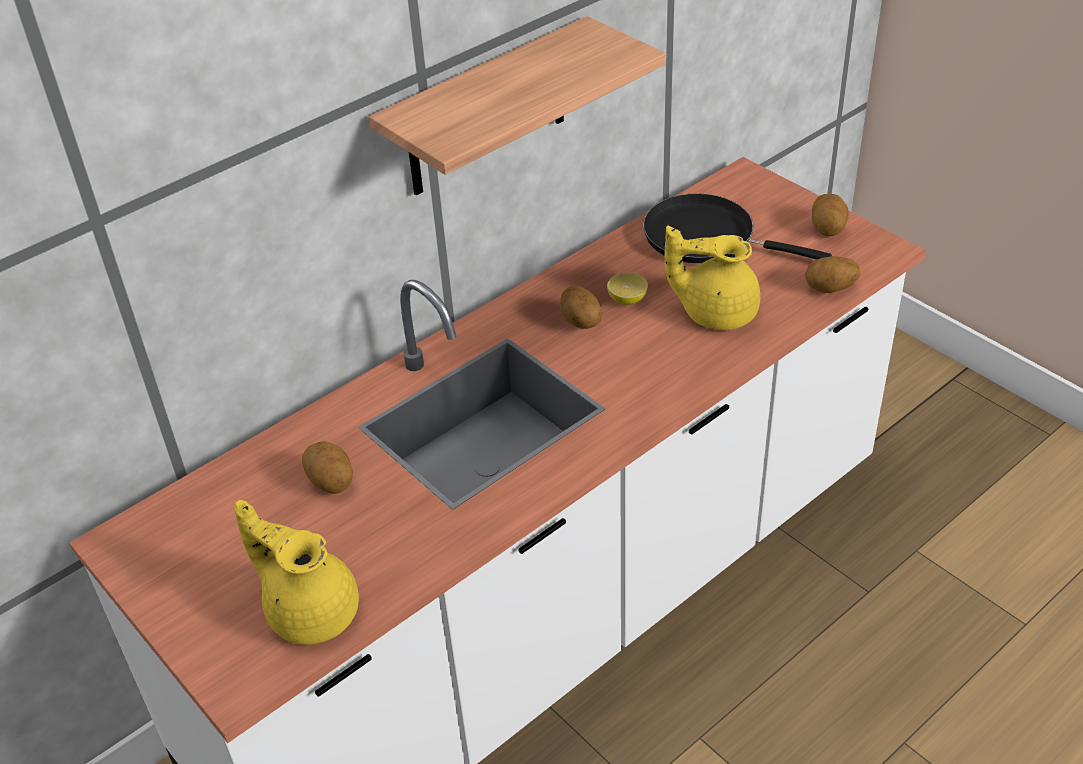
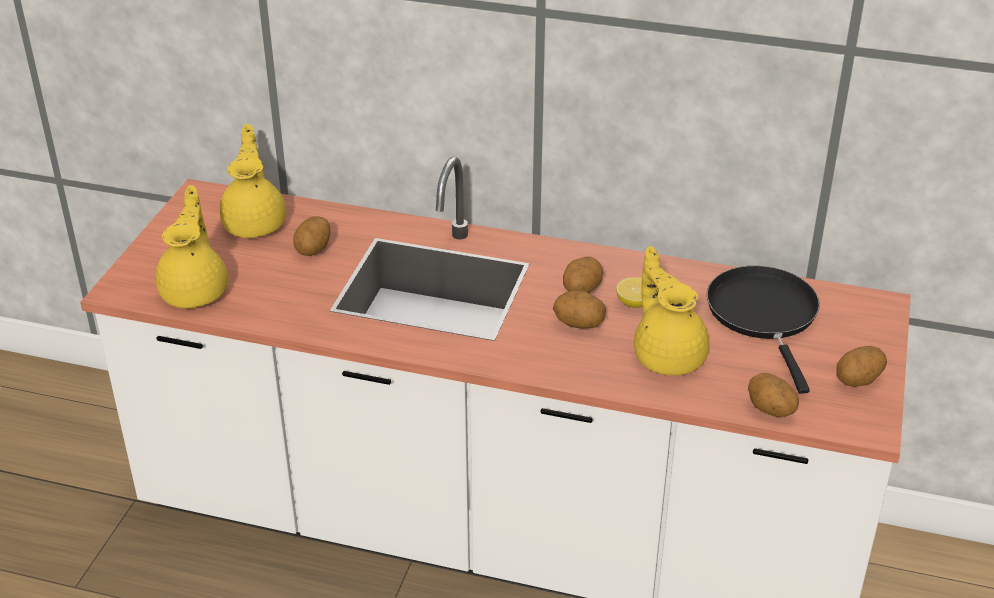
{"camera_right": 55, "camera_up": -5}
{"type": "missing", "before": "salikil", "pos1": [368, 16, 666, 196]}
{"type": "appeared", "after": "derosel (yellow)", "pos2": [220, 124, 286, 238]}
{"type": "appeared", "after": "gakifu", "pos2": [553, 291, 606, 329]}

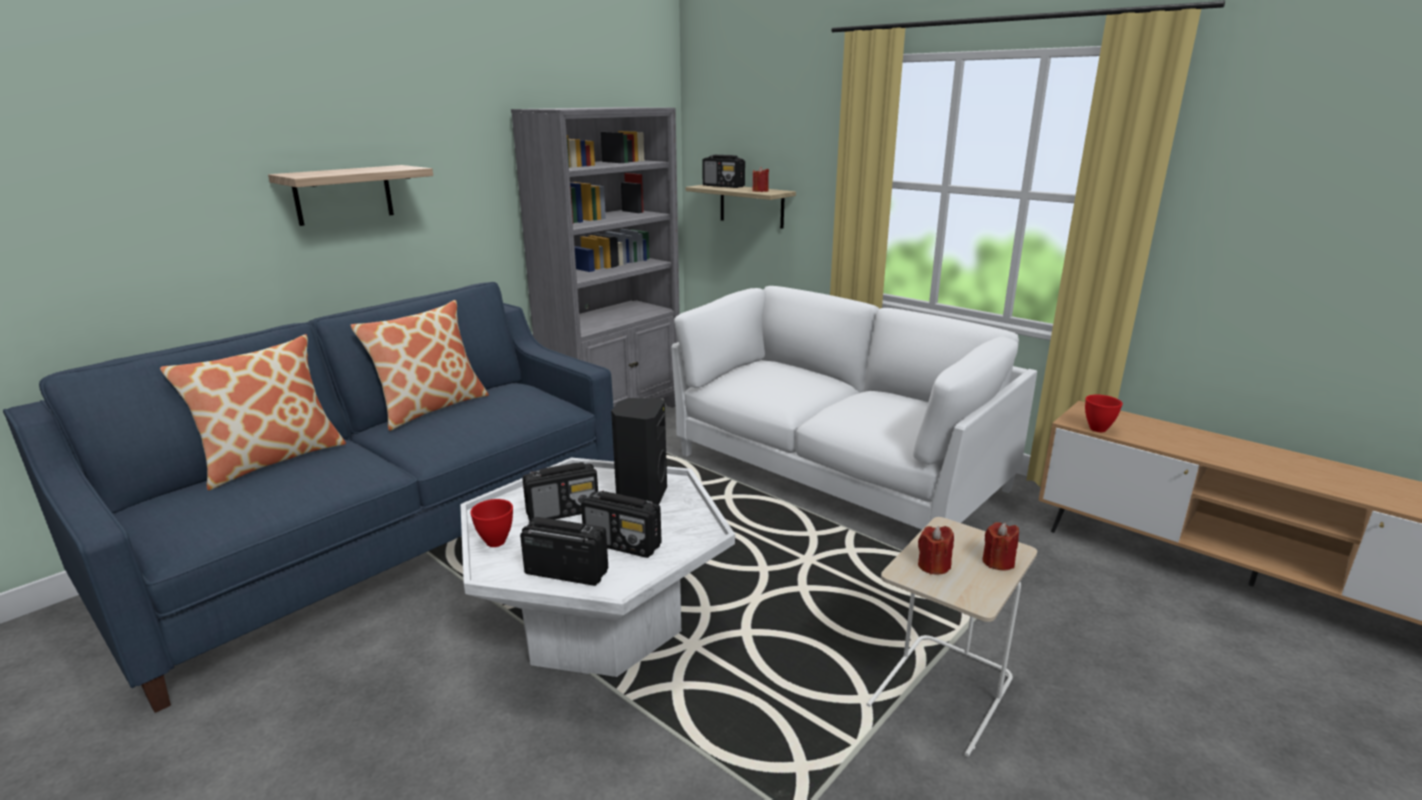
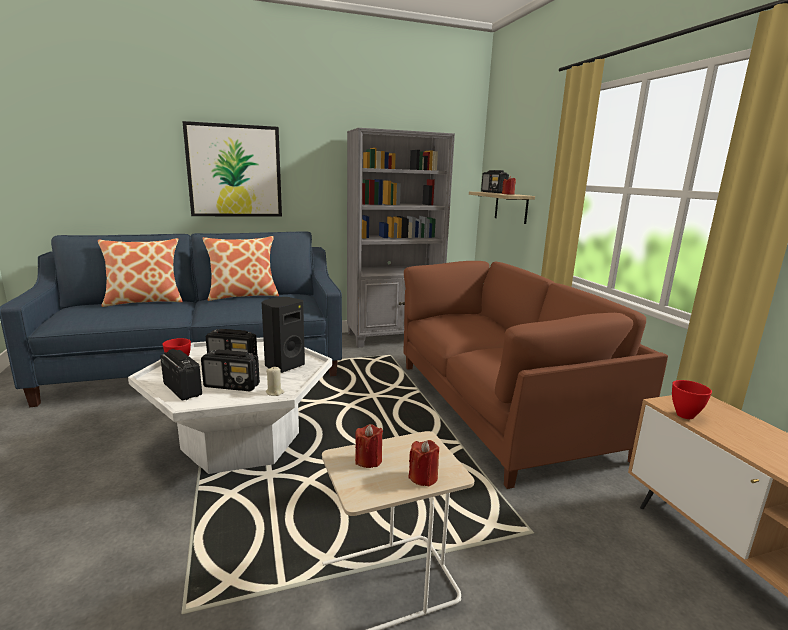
{"camera_right": 30, "camera_up": -5}
{"type": "exchanged", "before": "salikil", "after": "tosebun", "pos1": [268, 165, 433, 226], "pos2": [182, 121, 282, 217]}
{"type": "spun", "before": "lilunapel", "pos1": [581, 491, 662, 558], "pos2": [201, 350, 260, 391], "turn": -45}
{"type": "colour", "before": "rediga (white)", "after": "rediga (brown)", "pos1": [671, 286, 1037, 530], "pos2": [403, 261, 668, 489]}
{"type": "appeared", "after": "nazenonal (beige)", "pos2": [266, 366, 284, 396]}

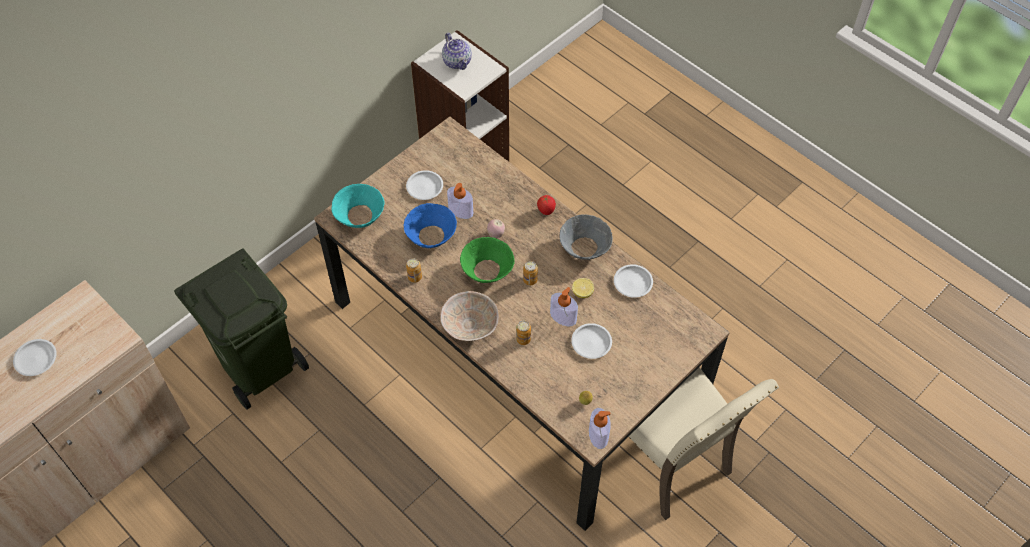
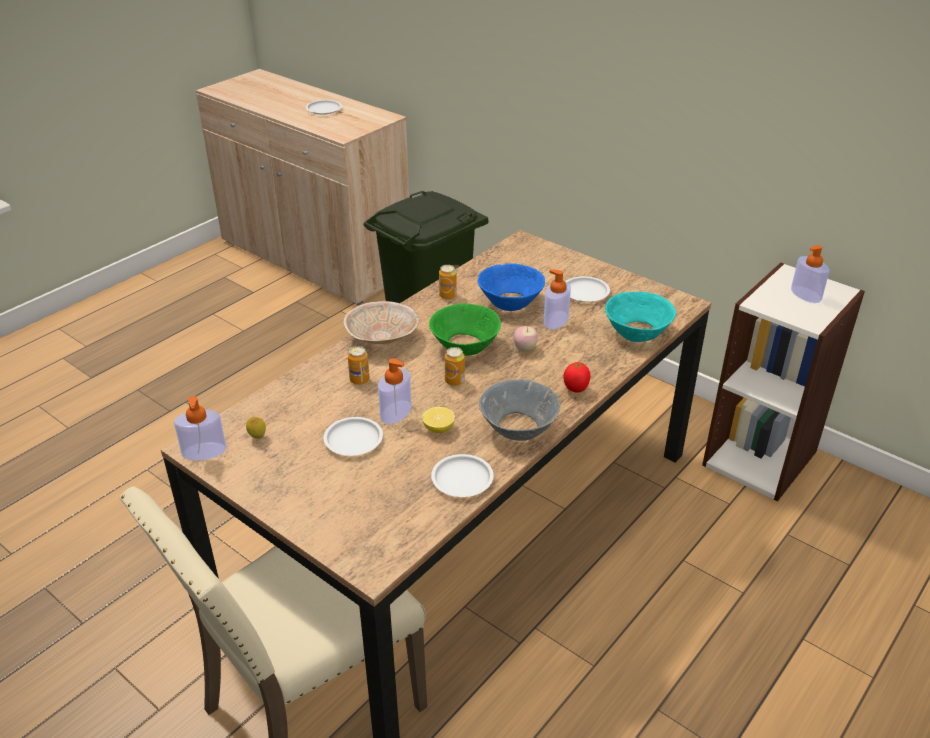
{"camera_right": 85, "camera_up": -20}
{"type": "relocated", "before": "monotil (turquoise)", "pos1": [331, 184, 385, 228], "pos2": [605, 292, 676, 342]}
{"type": "exchanged", "before": "derosel", "after": "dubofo", "pos1": [442, 33, 472, 70], "pos2": [791, 245, 829, 303]}

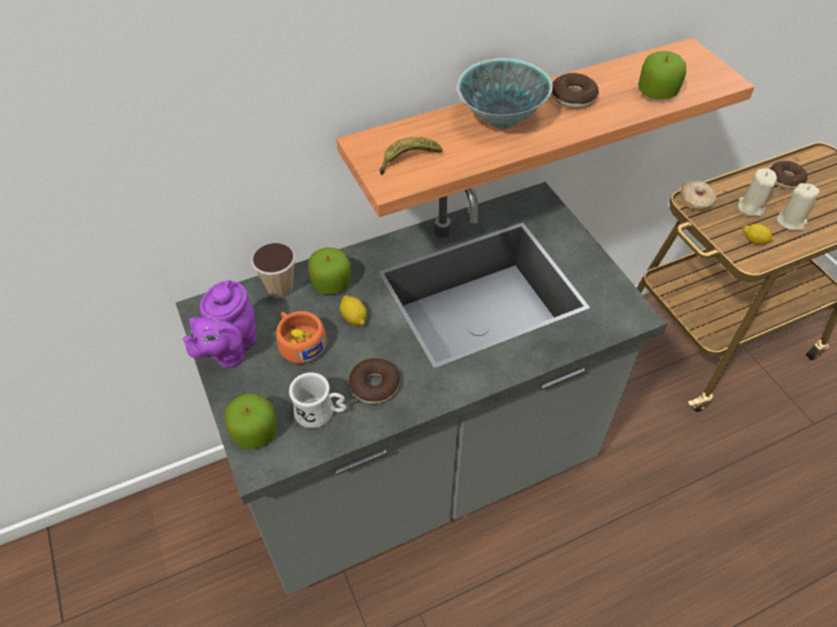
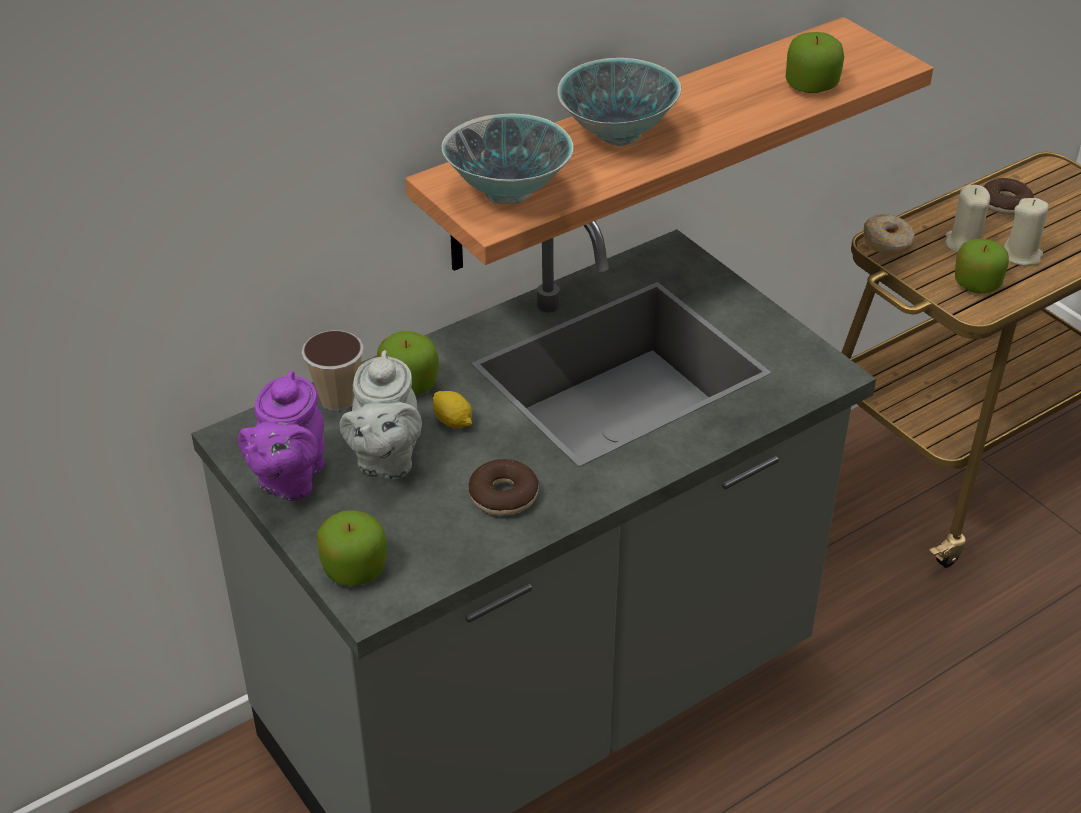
{"camera_right": -10, "camera_up": -10}
{"type": "exchanged", "before": "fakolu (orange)", "after": "derosel (grey)", "pos1": [276, 311, 327, 364], "pos2": [340, 350, 422, 480]}
{"type": "missing", "before": "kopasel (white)", "pos1": [289, 373, 347, 428]}
{"type": "exchanged", "before": "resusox", "after": "monotil", "pos1": [380, 137, 442, 175], "pos2": [441, 113, 573, 205]}
{"type": "missing", "before": "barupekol", "pos1": [551, 73, 599, 109]}
{"type": "exchanged", "before": "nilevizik", "after": "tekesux", "pos1": [742, 224, 775, 245], "pos2": [955, 239, 1009, 293]}

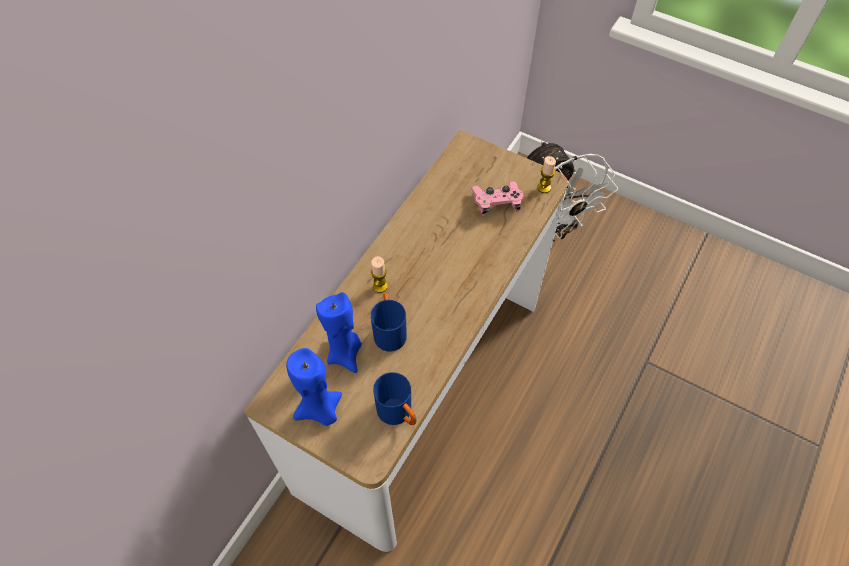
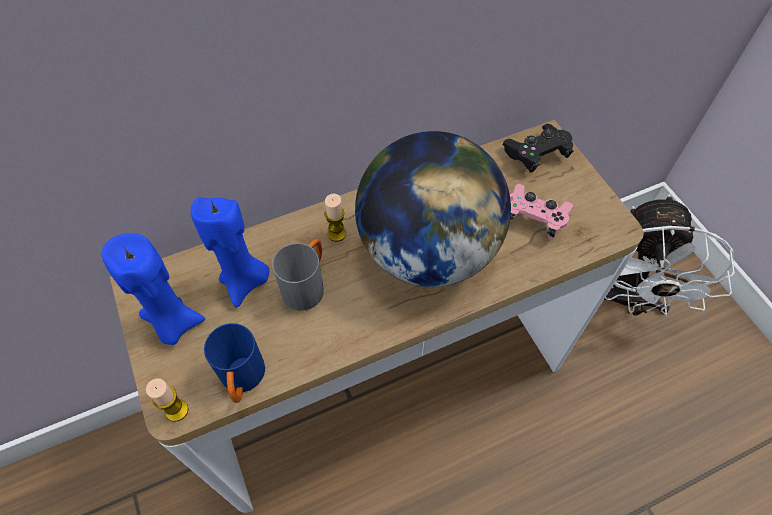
{"camera_right": 35, "camera_up": 0}
{"type": "colour", "before": "kopasel (blue)", "after": "kopasel (grey)", "pos1": [371, 293, 407, 351], "pos2": [272, 239, 324, 310]}
{"type": "relocated", "before": "nazenonal", "pos1": [537, 156, 556, 193], "pos2": [146, 378, 189, 422]}
{"type": "appeared", "after": "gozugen", "pos2": [355, 131, 511, 287]}
{"type": "appeared", "after": "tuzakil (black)", "pos2": [502, 124, 574, 172]}

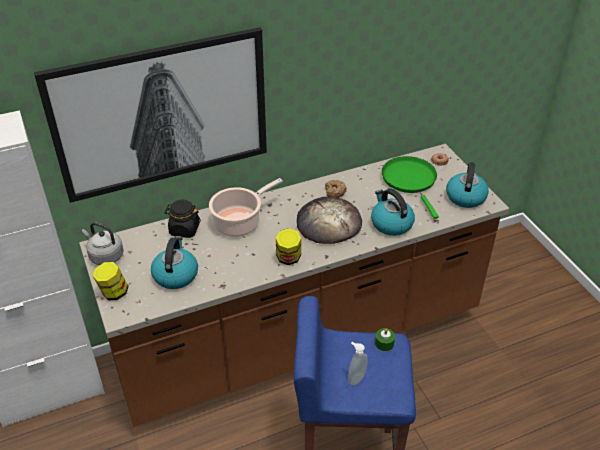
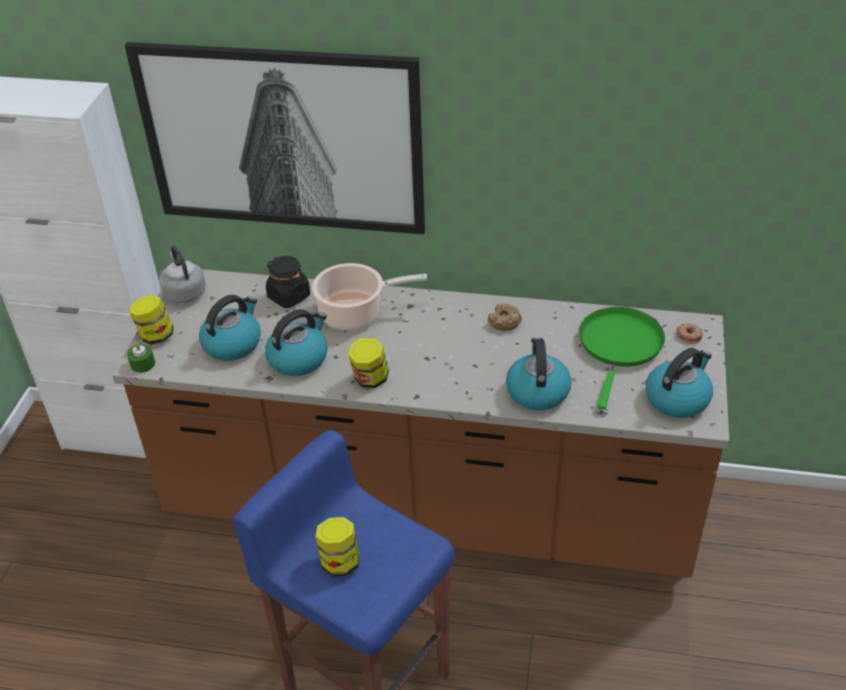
{"camera_right": 35, "camera_up": 0}
{"type": "missing", "before": "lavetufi", "pos1": [297, 196, 362, 244]}
{"type": "exchanged", "before": "dubofo", "after": "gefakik", "pos1": [348, 342, 368, 385], "pos2": [316, 517, 359, 576]}
{"type": "relocated", "before": "nazenonal (green)", "pos1": [375, 328, 395, 351], "pos2": [127, 342, 155, 373]}
{"type": "appeared", "after": "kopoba", "pos2": [265, 309, 328, 376]}

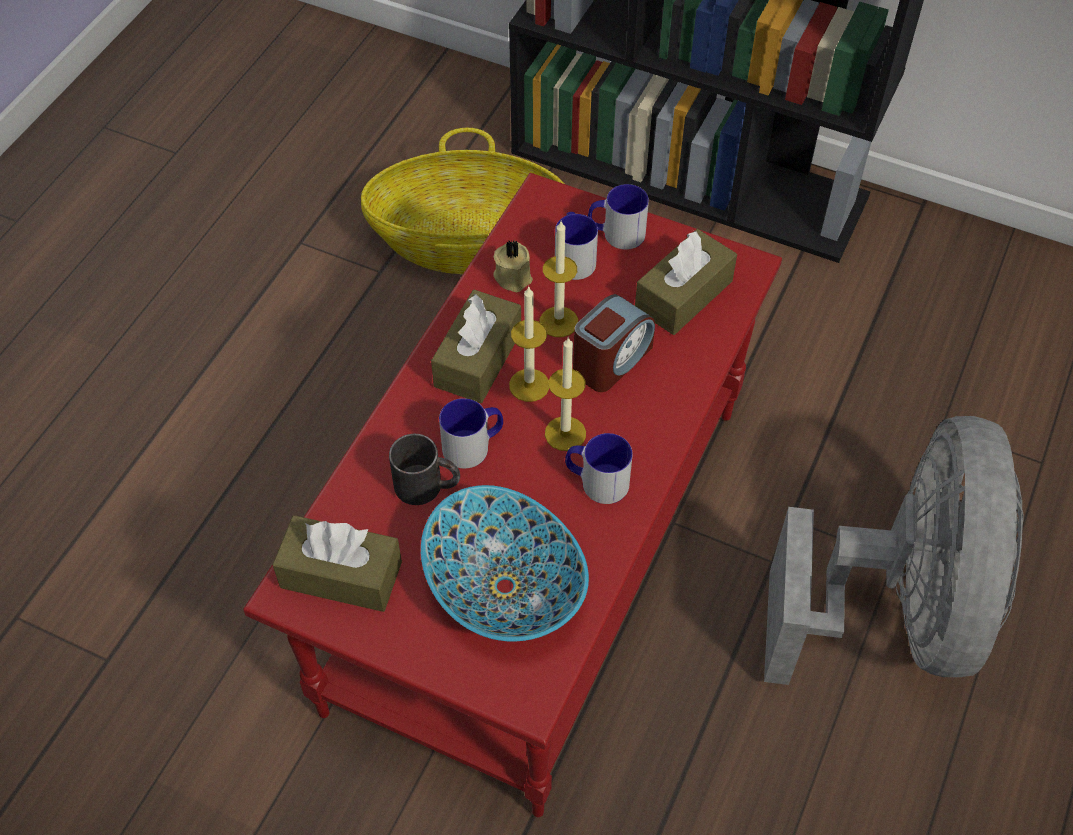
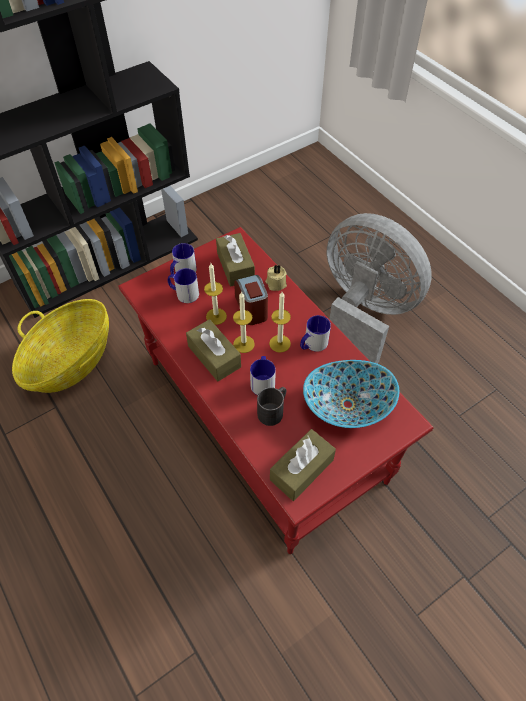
{"camera_right": -60, "camera_up": 0}
{"type": "relocated", "before": "nazenonal (beige)", "pos1": [493, 240, 533, 292], "pos2": [265, 265, 287, 291]}

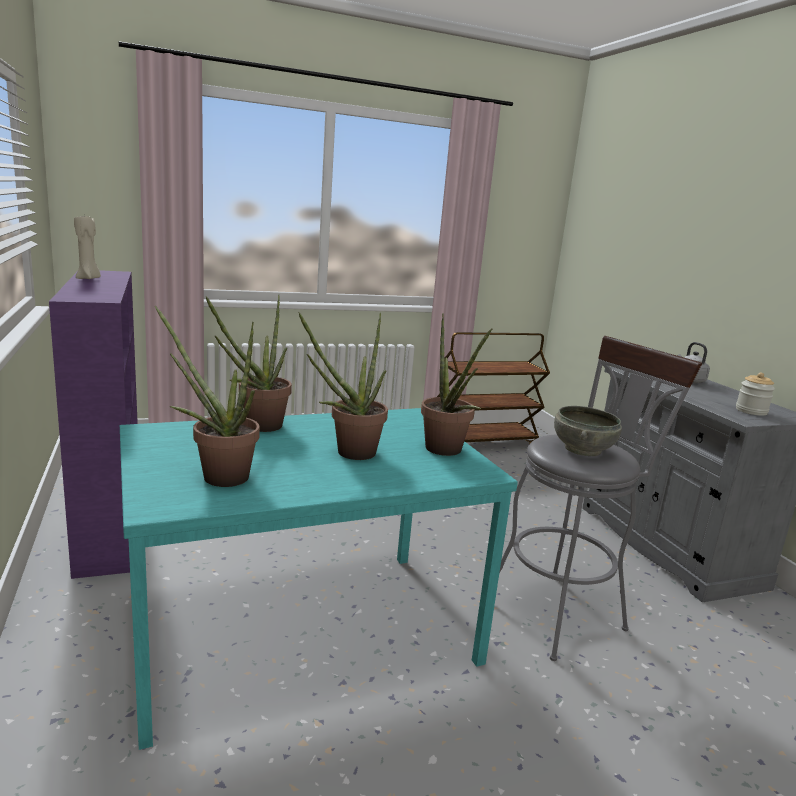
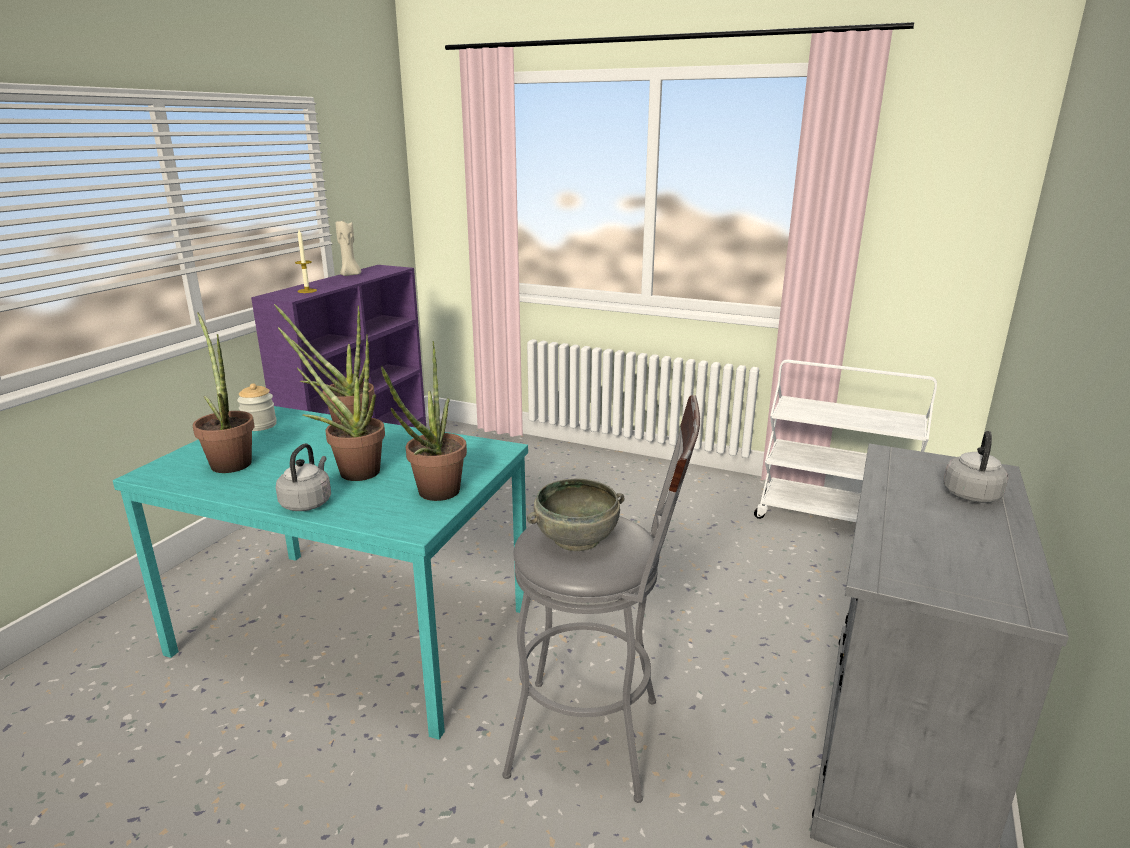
{"camera_right": 45, "camera_up": 5}
{"type": "colour", "before": "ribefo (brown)", "after": "ribefo (white)", "pos1": [437, 332, 550, 444], "pos2": [754, 360, 937, 522]}
{"type": "relocated", "before": "gefakik", "pos1": [736, 373, 775, 416], "pos2": [237, 383, 277, 431]}
{"type": "appeared", "after": "kopoba (grey)", "pos2": [276, 443, 331, 511]}
{"type": "appeared", "after": "nazenonal", "pos2": [295, 230, 317, 293]}

